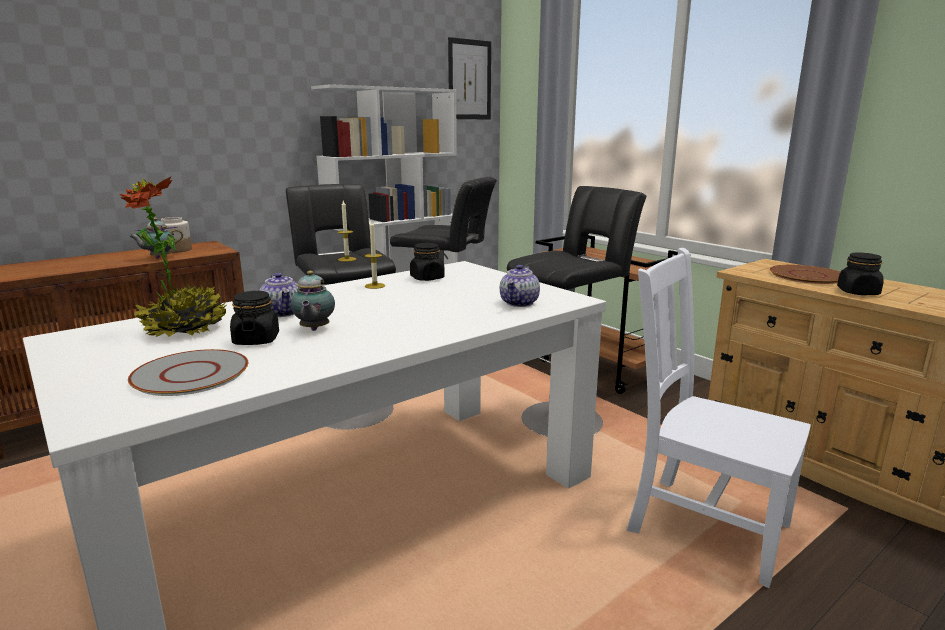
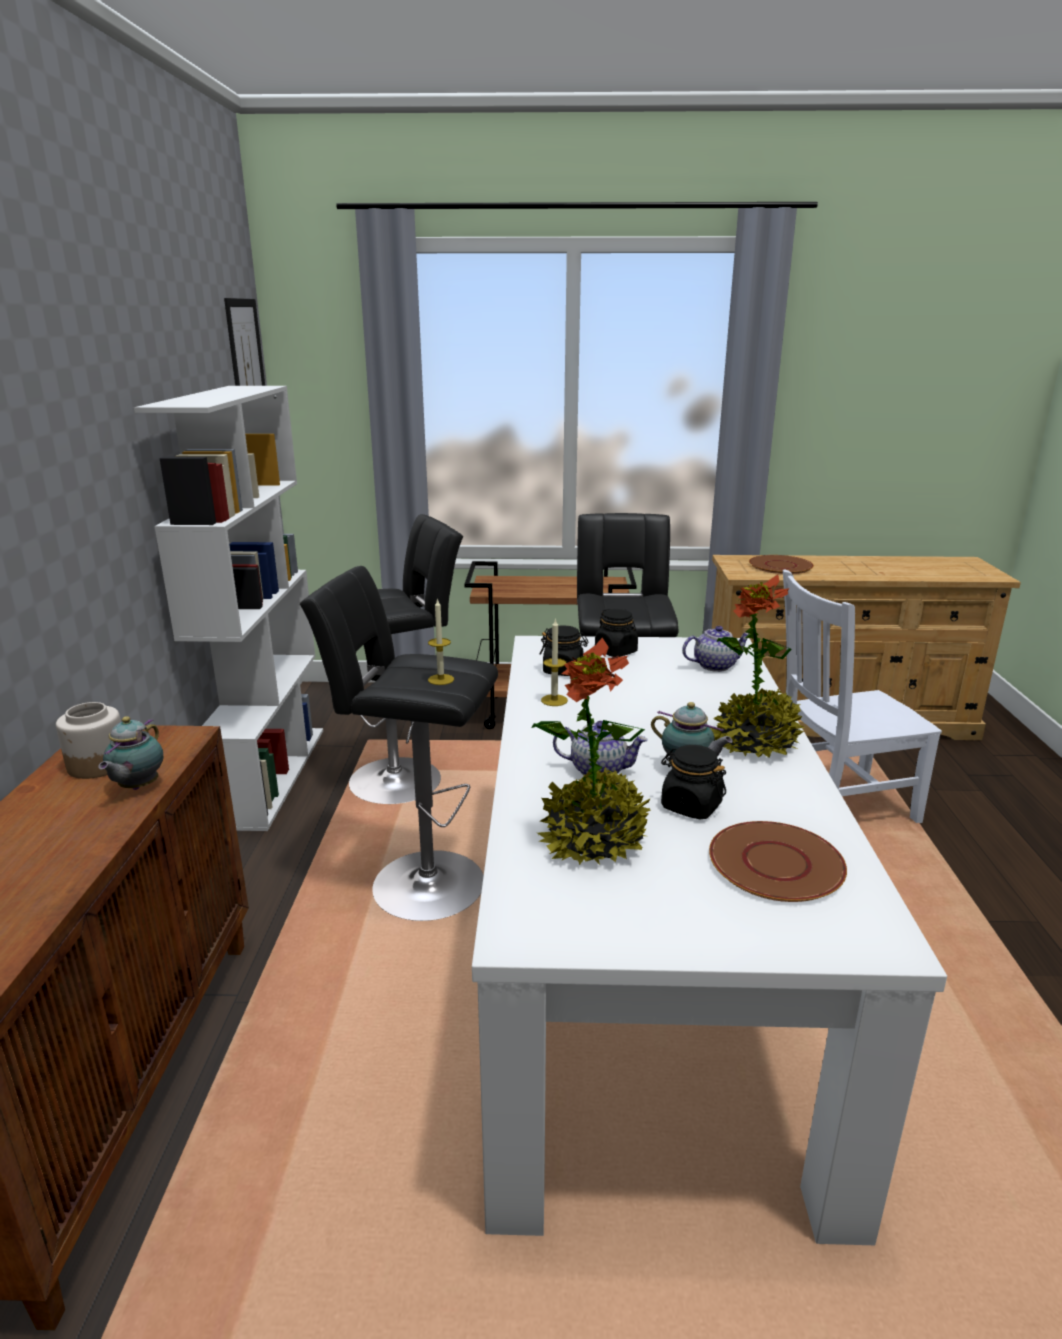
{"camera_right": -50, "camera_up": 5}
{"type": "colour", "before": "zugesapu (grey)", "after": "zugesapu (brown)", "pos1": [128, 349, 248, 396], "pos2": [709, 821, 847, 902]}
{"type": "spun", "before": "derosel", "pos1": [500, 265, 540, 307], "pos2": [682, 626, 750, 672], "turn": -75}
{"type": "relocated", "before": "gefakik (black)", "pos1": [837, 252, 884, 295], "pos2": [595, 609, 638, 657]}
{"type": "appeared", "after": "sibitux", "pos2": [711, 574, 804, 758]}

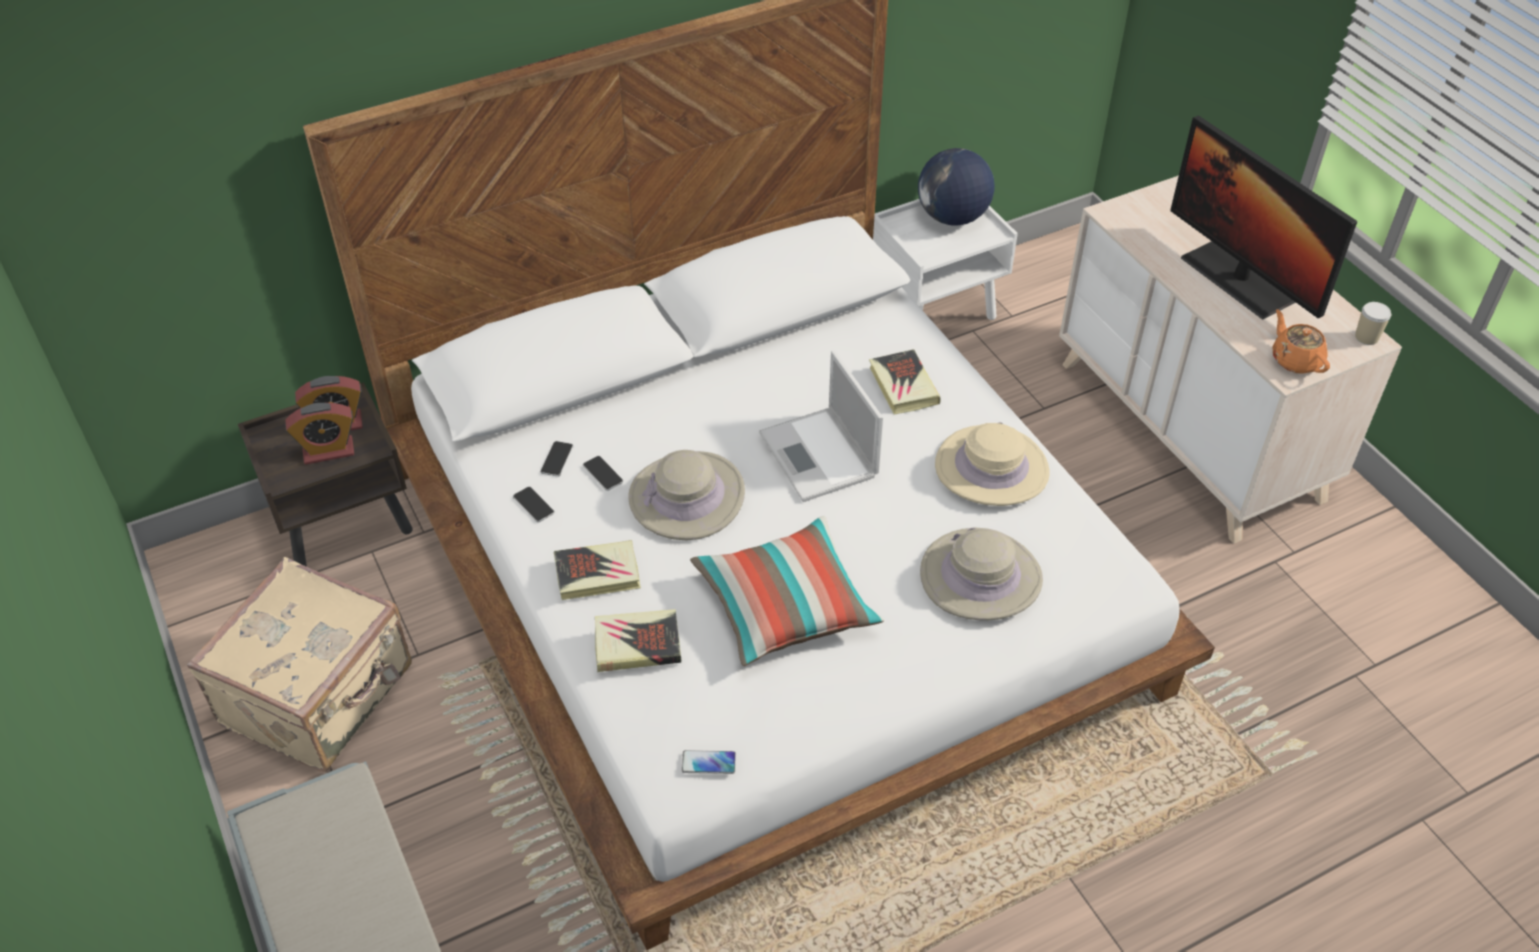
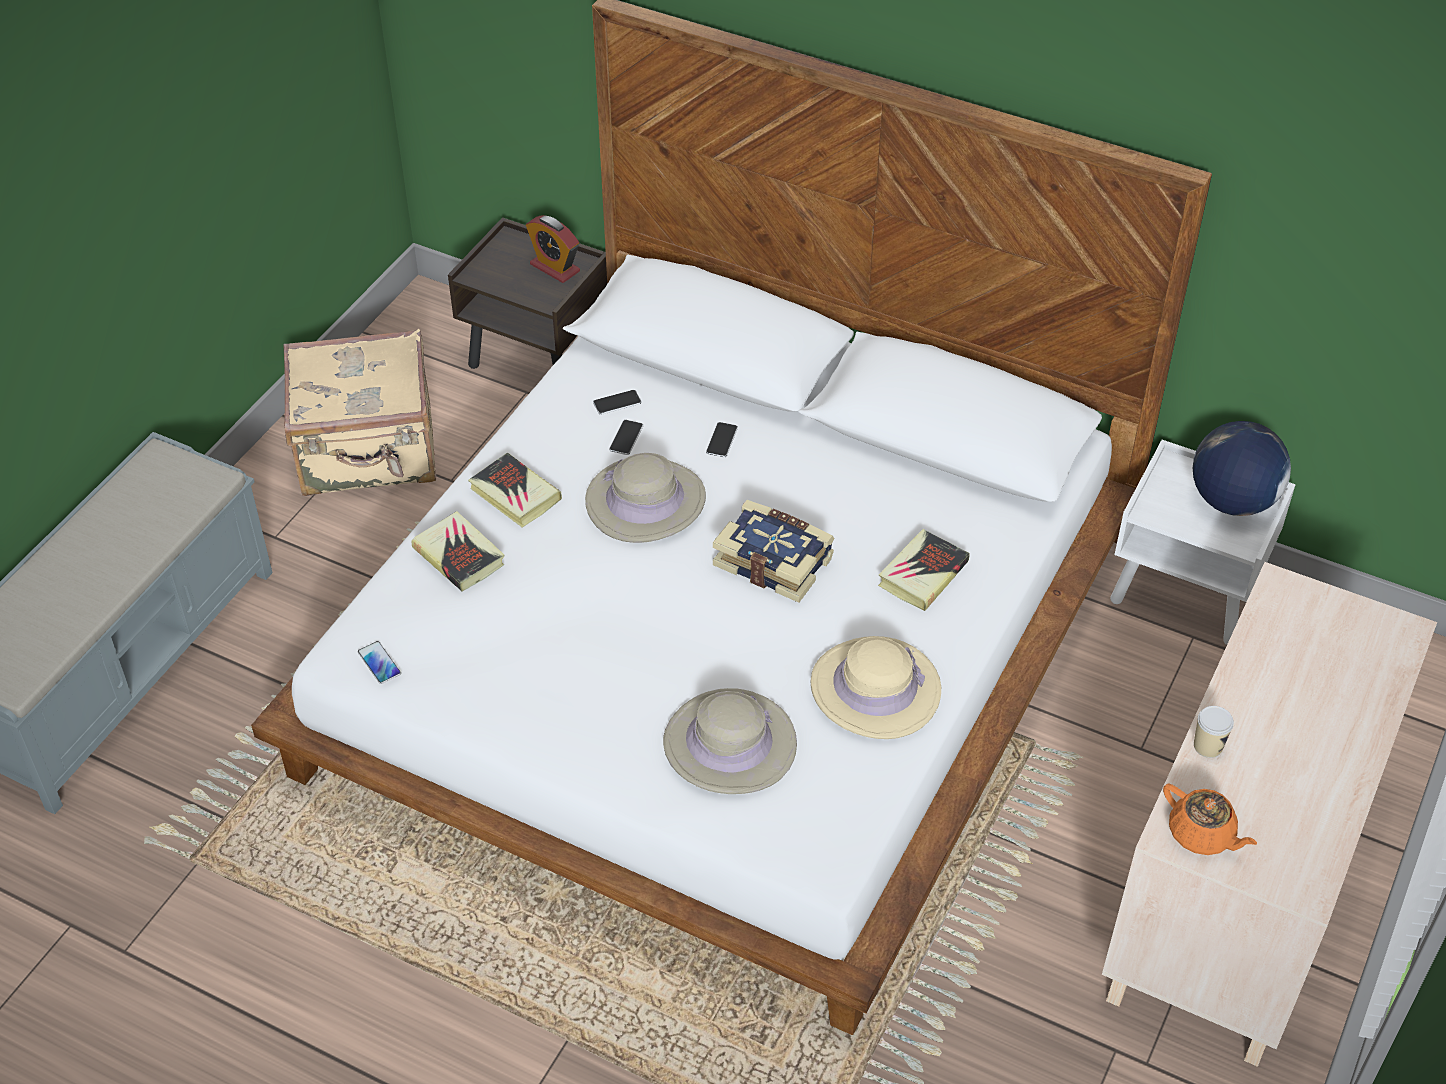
{"camera_right": 55, "camera_up": 0}
{"type": "missing", "before": "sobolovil", "pos1": [285, 403, 354, 464]}
{"type": "relocated", "before": "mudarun", "pos1": [513, 486, 555, 522], "pos2": [706, 422, 738, 457]}
{"type": "missing", "before": "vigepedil", "pos1": [690, 516, 884, 666]}
{"type": "exchanged", "before": "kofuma", "after": "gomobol", "pos1": [759, 351, 883, 502], "pos2": [713, 500, 835, 603]}
{"type": "missing", "before": "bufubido", "pos1": [1170, 115, 1357, 319]}
{"type": "spun", "before": "derosel (orange)", "pos1": [1272, 309, 1330, 374], "pos2": [1163, 783, 1257, 855], "turn": 105}
{"type": "relocated", "before": "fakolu", "pos1": [1355, 302, 1391, 345], "pos2": [1194, 706, 1234, 758]}

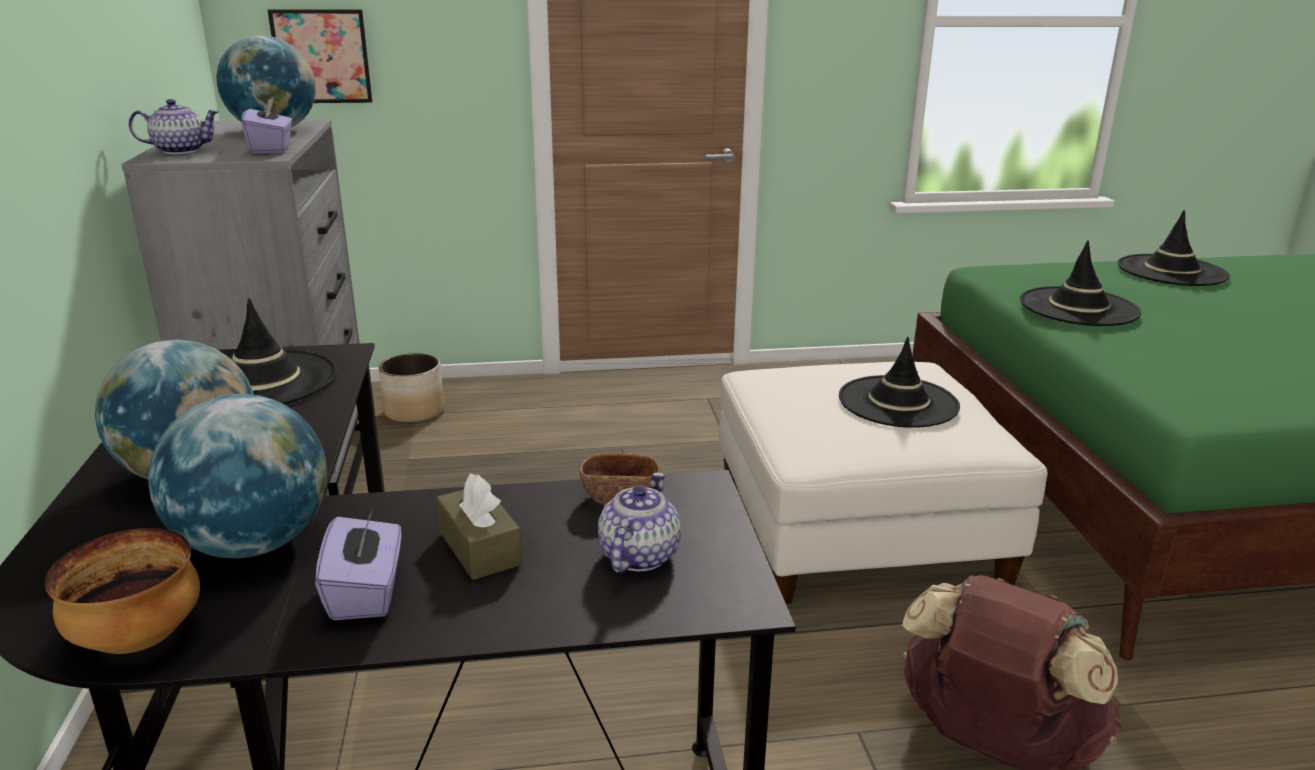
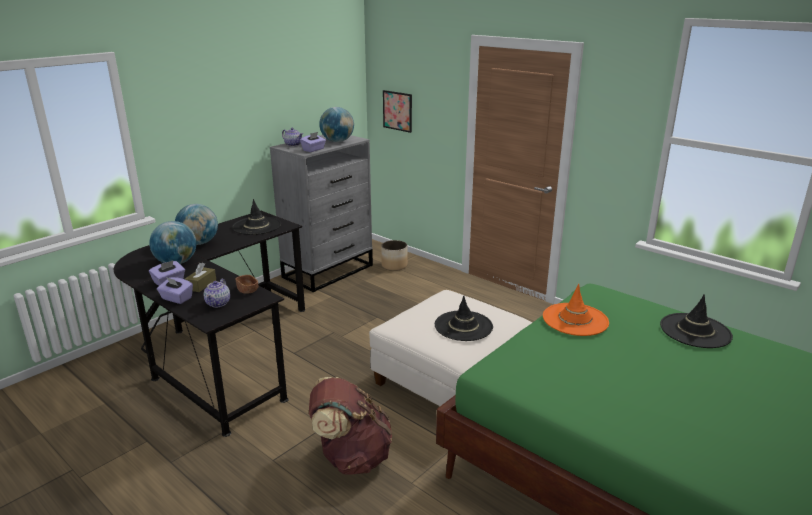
{"camera_right": 50, "camera_up": 0}
{"type": "missing", "before": "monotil", "pos1": [45, 528, 200, 654]}
{"type": "spun", "before": "derosel", "pos1": [598, 472, 681, 573], "pos2": [204, 279, 230, 307], "turn": 120}
{"type": "colour", "before": "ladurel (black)", "after": "ladurel (orange)", "pos1": [1020, 241, 1141, 326], "pos2": [543, 284, 609, 336]}
{"type": "appeared", "after": "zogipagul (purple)", "pos2": [157, 277, 193, 304]}

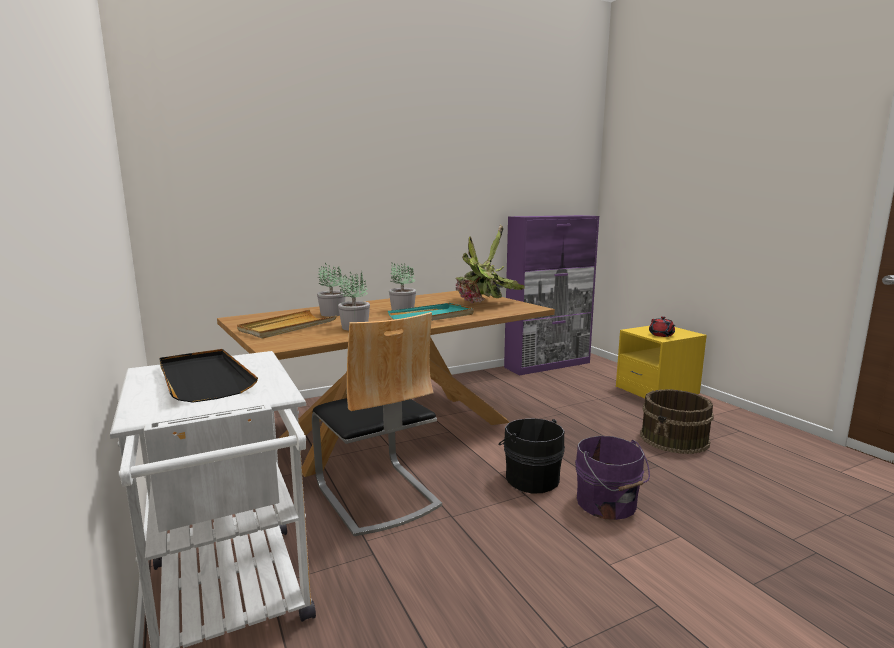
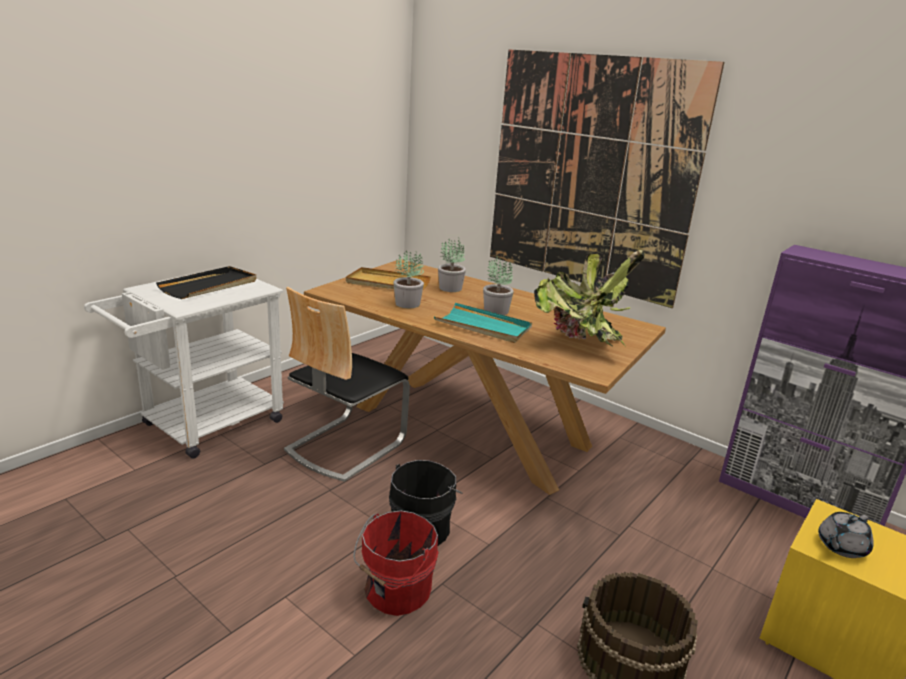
{"camera_right": 65, "camera_up": 10}
{"type": "colour", "before": "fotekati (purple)", "after": "fotekati (red)", "pos1": [575, 436, 650, 520], "pos2": [353, 510, 439, 616]}
{"type": "colour", "before": "derosel (red)", "after": "derosel (grey)", "pos1": [649, 316, 675, 337], "pos2": [818, 512, 873, 558]}
{"type": "appeared", "after": "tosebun", "pos2": [490, 49, 724, 308]}

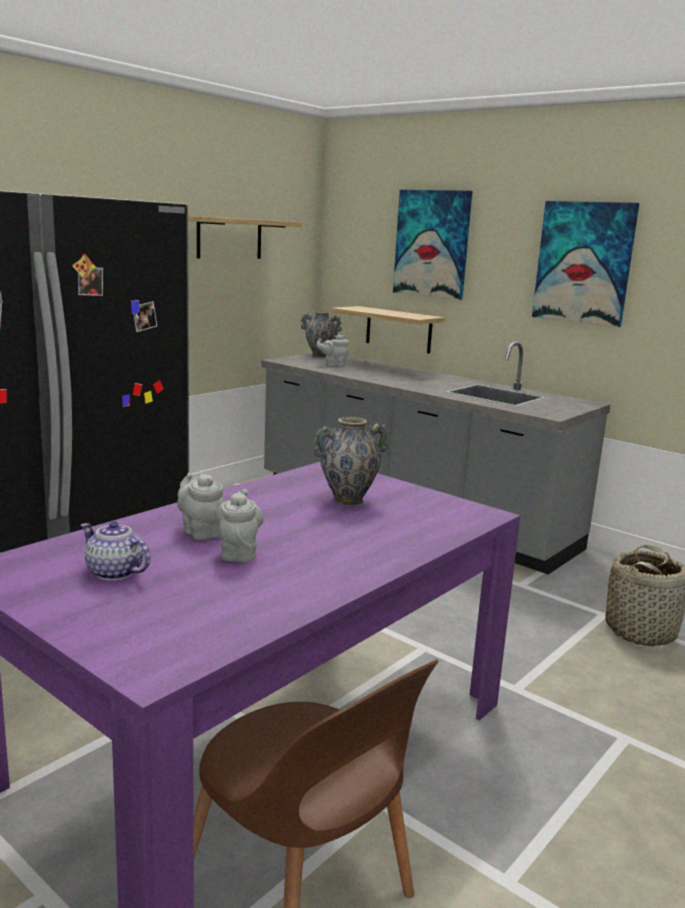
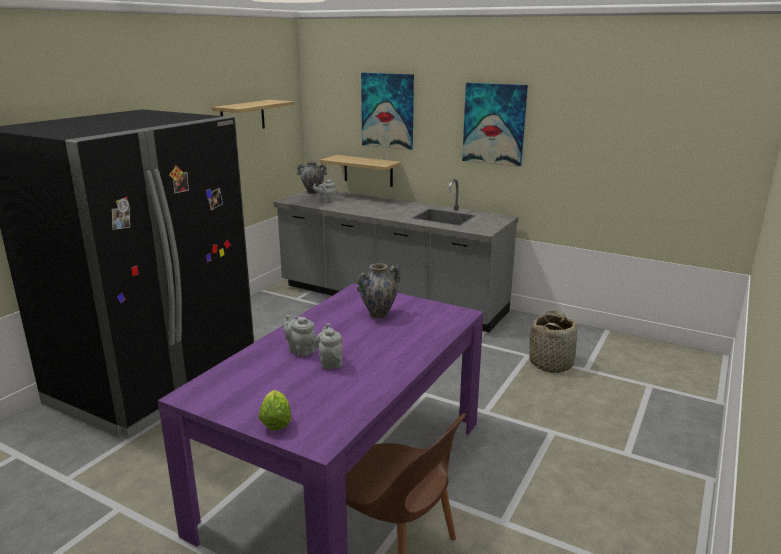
{"camera_right": -10, "camera_up": 5}
{"type": "missing", "before": "derosel", "pos1": [80, 521, 150, 581]}
{"type": "appeared", "after": "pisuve", "pos2": [259, 390, 291, 430]}

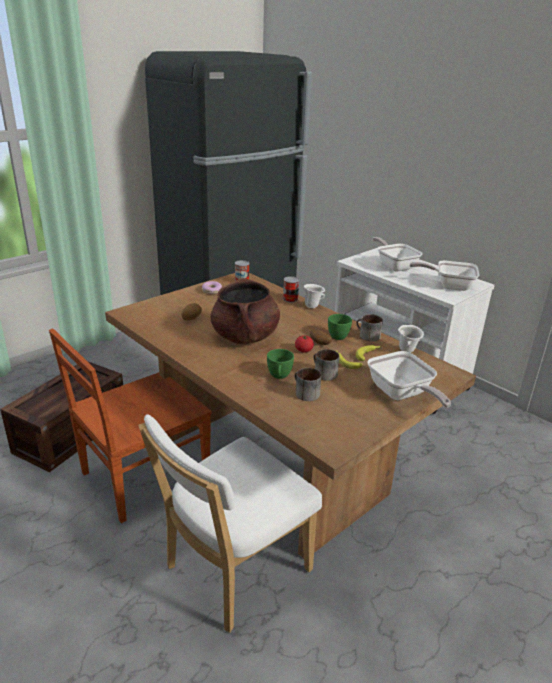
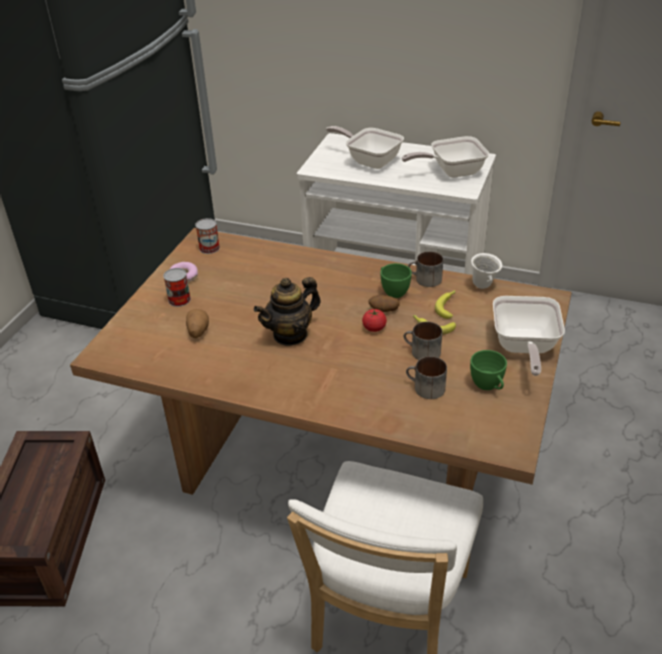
{"camera_right": -25, "camera_up": 10}
{"type": "missing", "before": "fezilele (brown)", "pos1": [49, 329, 212, 523]}
{"type": "exchanged", "before": "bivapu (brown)", "after": "derosel", "pos1": [210, 278, 280, 344], "pos2": [254, 277, 321, 346]}
{"type": "relocated", "before": "fakolu (green)", "pos1": [267, 349, 294, 379], "pos2": [470, 350, 507, 390]}
{"type": "relocated", "before": "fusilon", "pos1": [283, 276, 299, 302], "pos2": [163, 268, 191, 307]}
{"type": "missing", "before": "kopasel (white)", "pos1": [304, 284, 325, 308]}
{"type": "spun", "before": "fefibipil", "pos1": [367, 351, 451, 408], "pos2": [493, 296, 565, 376], "turn": 60}

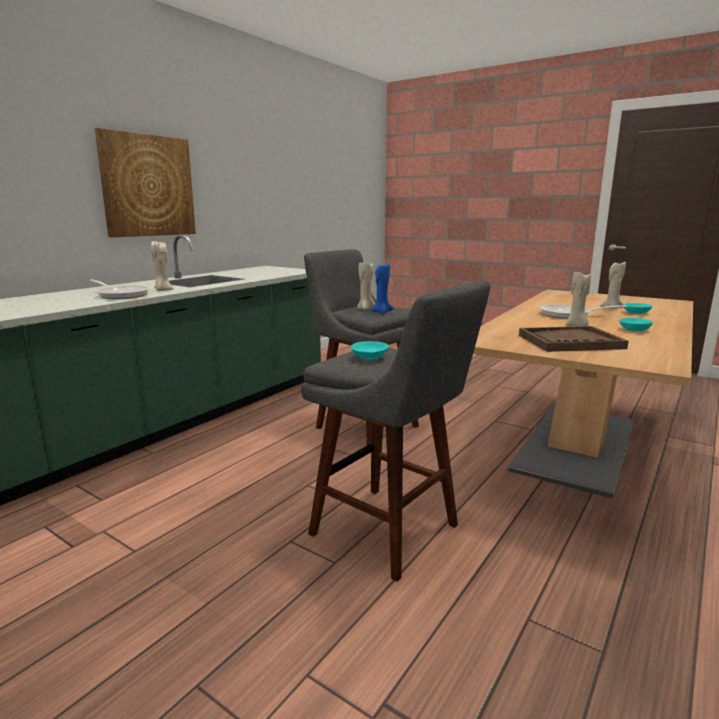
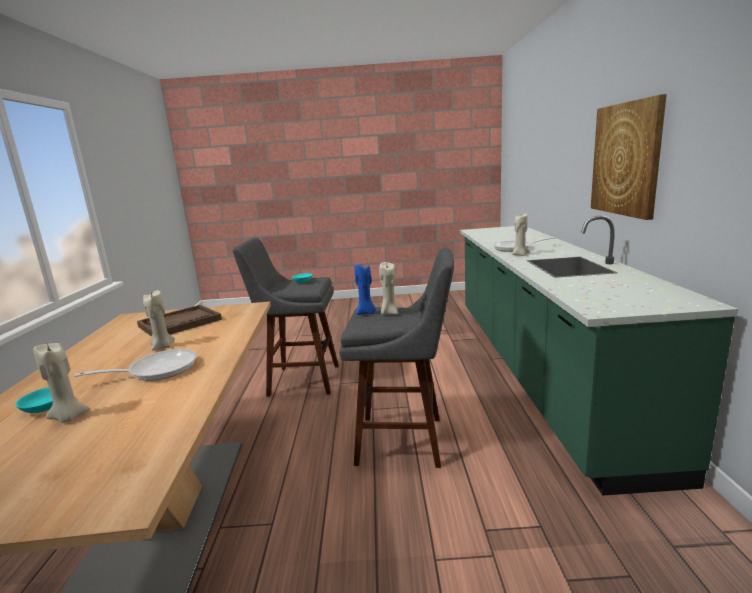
{"camera_right": 145, "camera_up": 0}
{"type": "missing", "before": "monotil (turquoise)", "pos1": [619, 318, 653, 331]}

